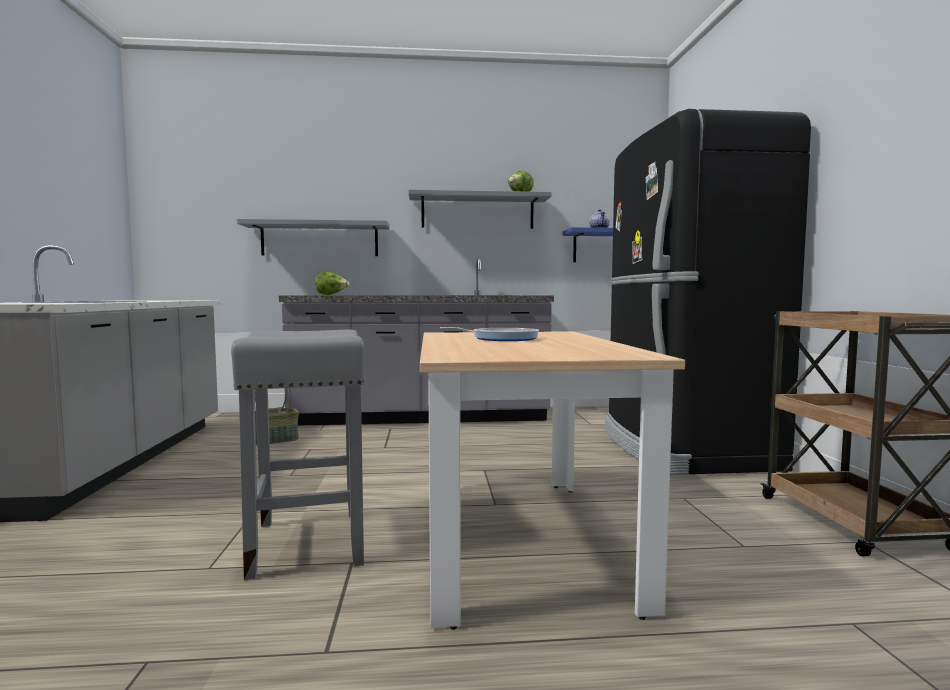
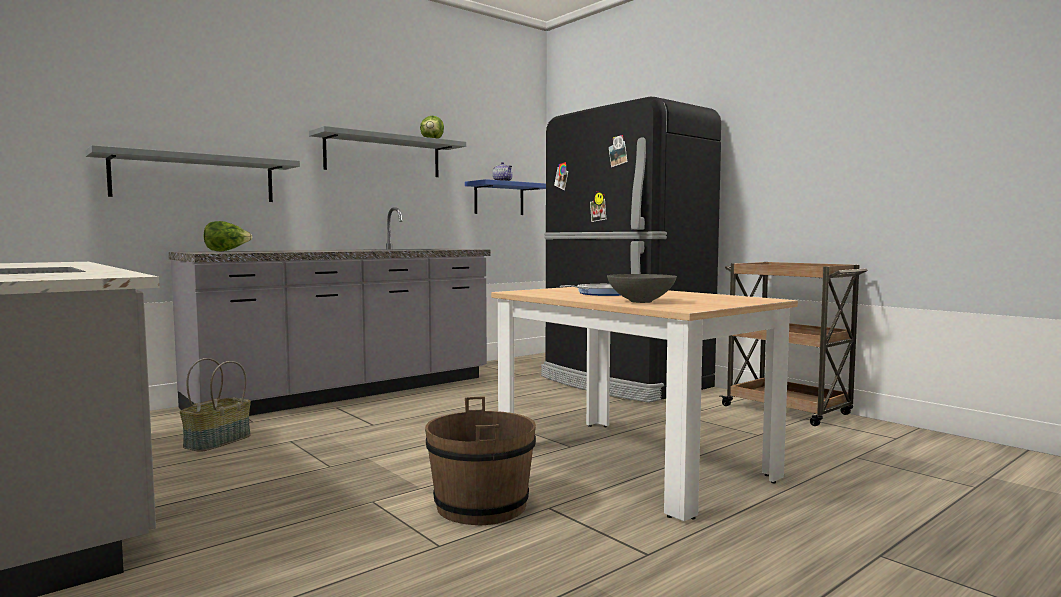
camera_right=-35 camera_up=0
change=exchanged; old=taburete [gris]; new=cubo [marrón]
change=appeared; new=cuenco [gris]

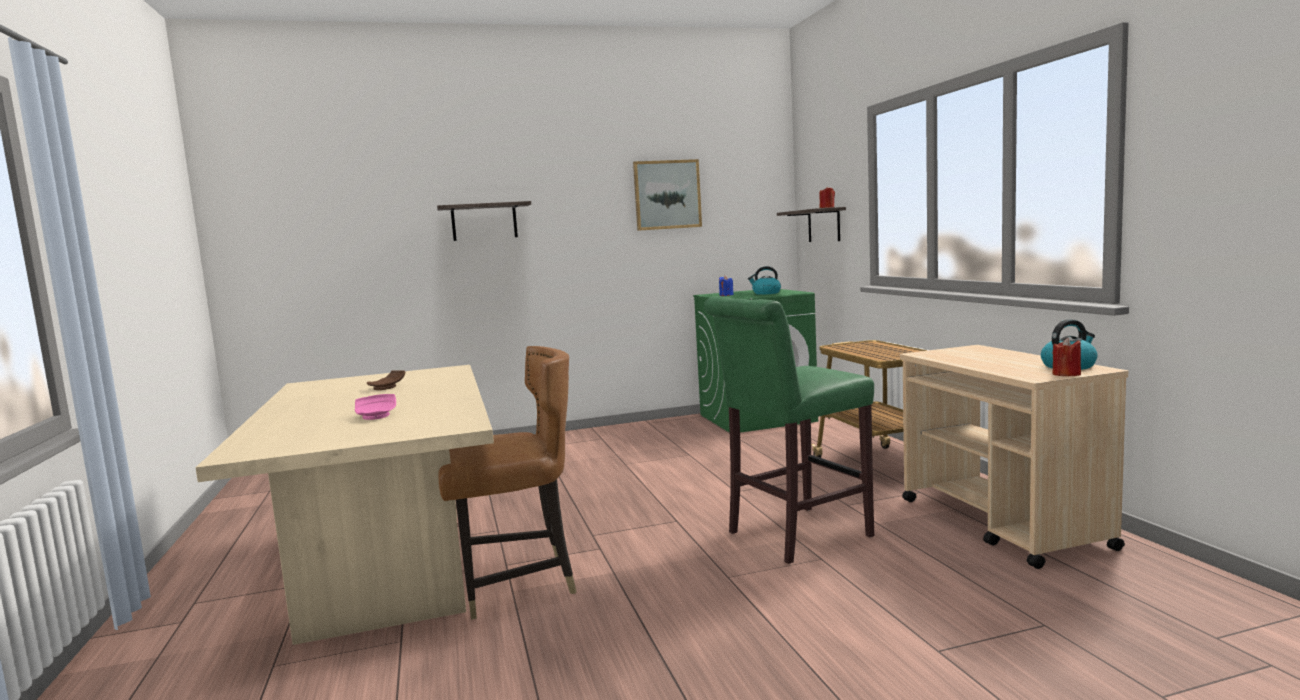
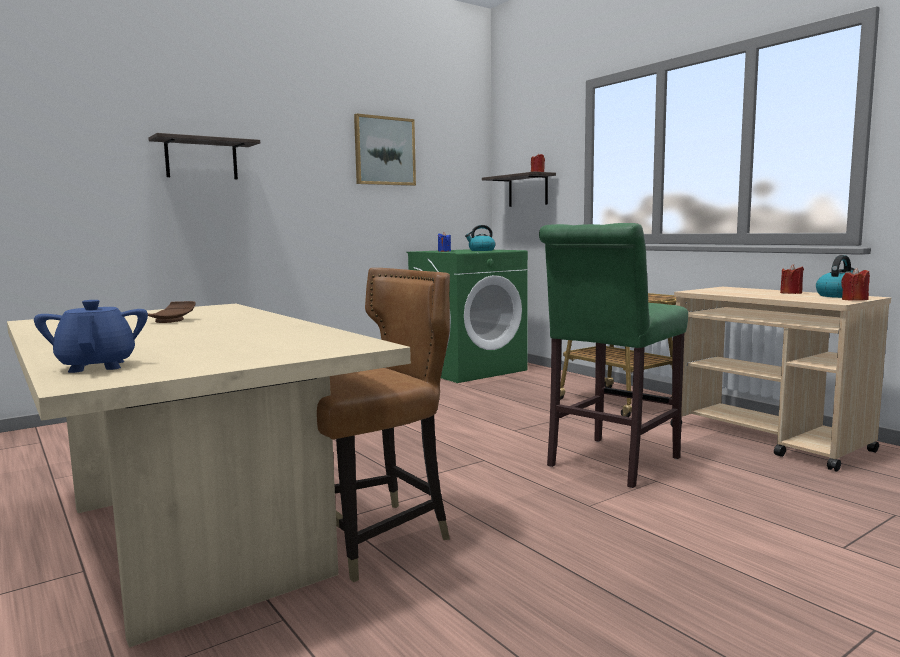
camera_right=-20 camera_up=0
change=missing; old=plato [rosa]
change=appeared; new=tetera [azul]
change=appeared; new=vela [rojo] (no. 2 from left)

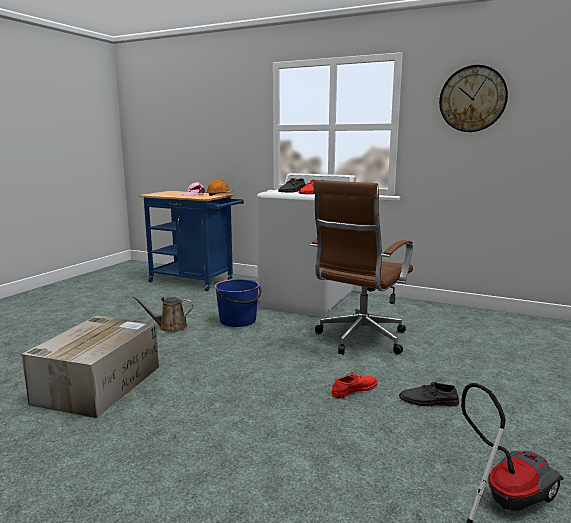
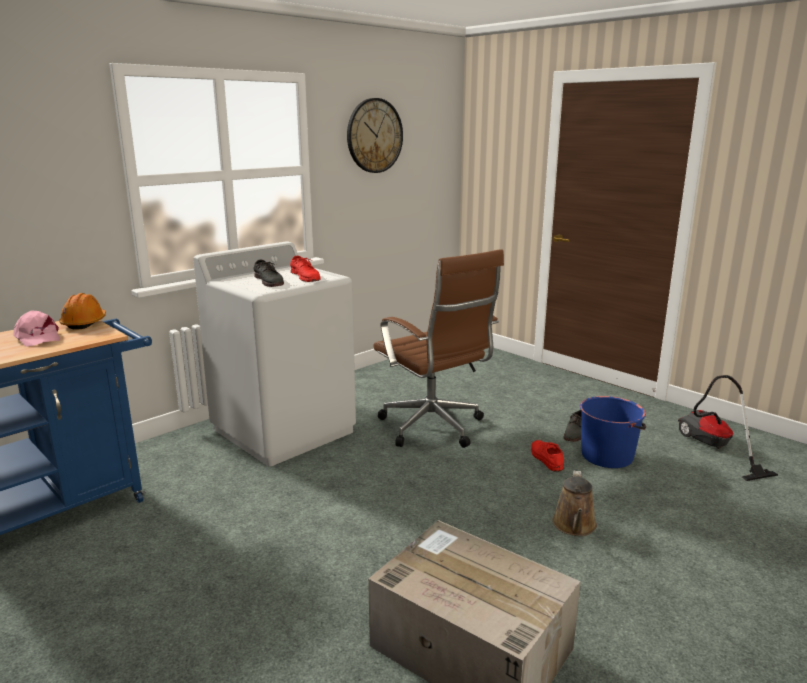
camera_right=-70 camera_up=5
change=relocated; old=regadera [marrón]
change=relocated; old=cubo [azul]

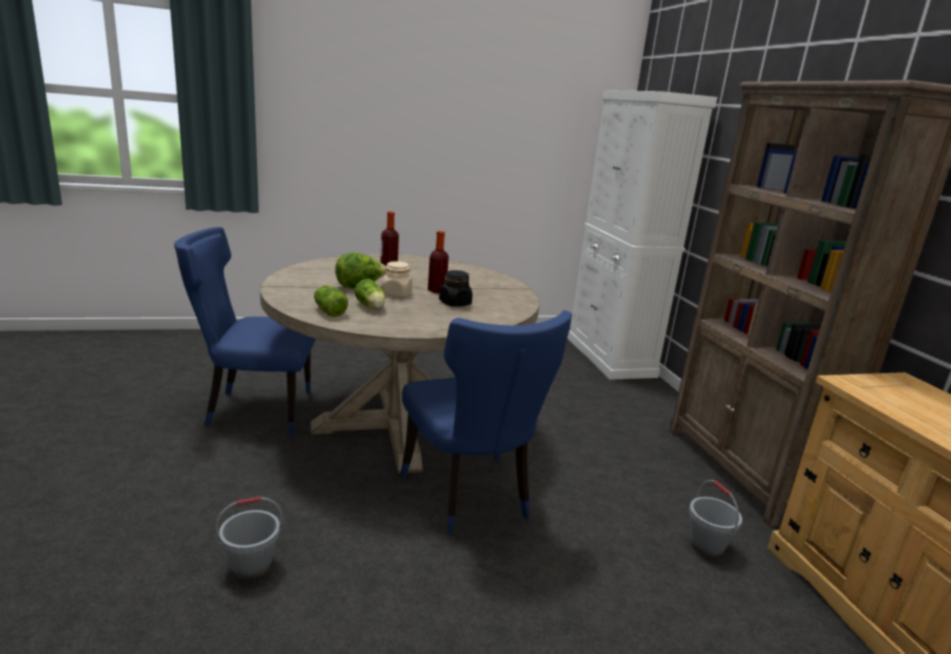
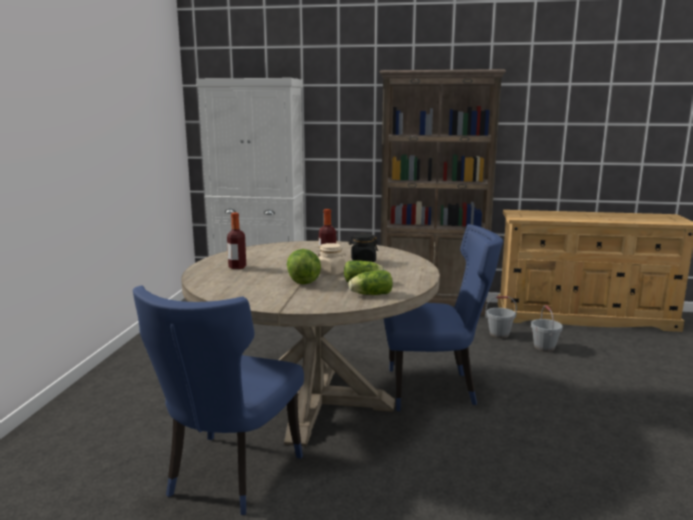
camera_right=-65 camera_up=-5
change=relocated; old=cubo [gris] (no. 1 from left in the first image); new=cubo [gris] (no. 2 from left)

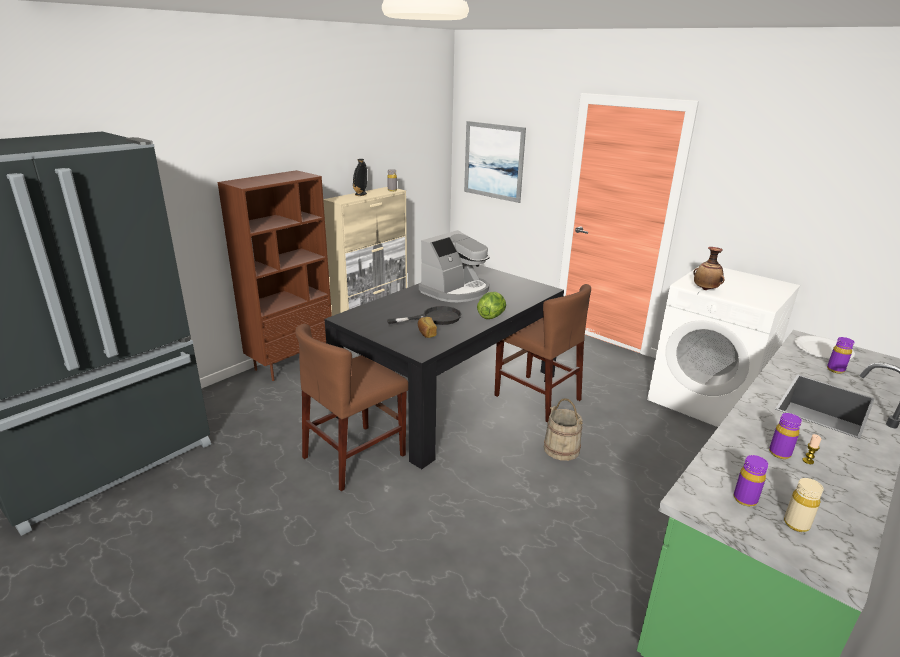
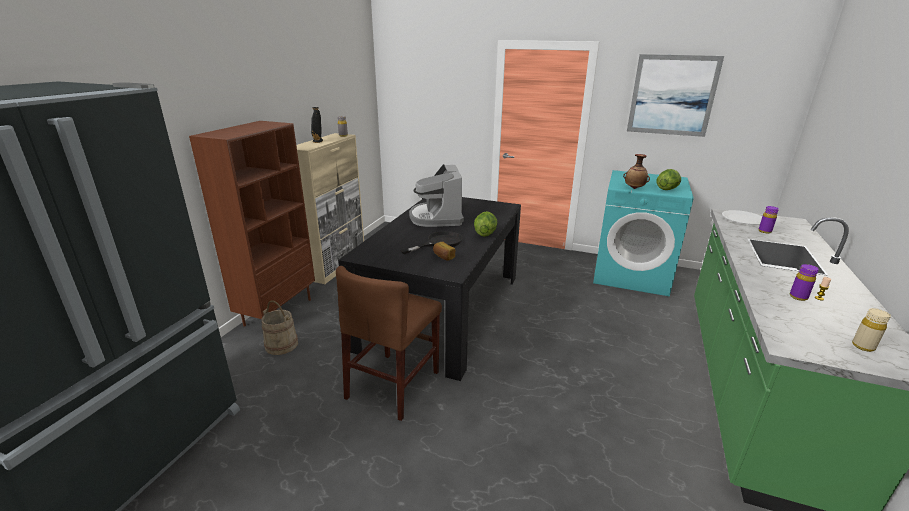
camera_right=-20 camera_up=0
change=spun; old=cafetera; degrees=150
change=relocated; old=cuadro
change=missing; old=silla [marrón] (no. 2 from left)
change=relocated; old=cubo [beis]
change=colour; old=lavadora [blanco]; new=lavadora [turquesa]
change=missing; old=botella [morado] (no. 1 from left)
change=appeared; new=lechuga (no. 2 from left)

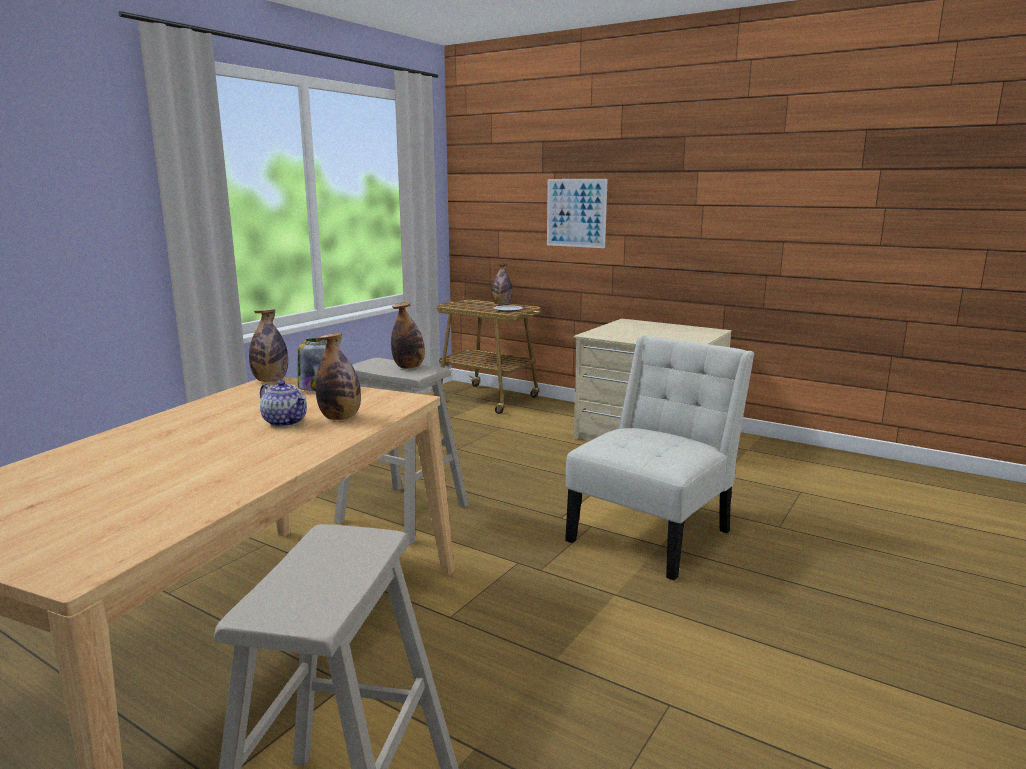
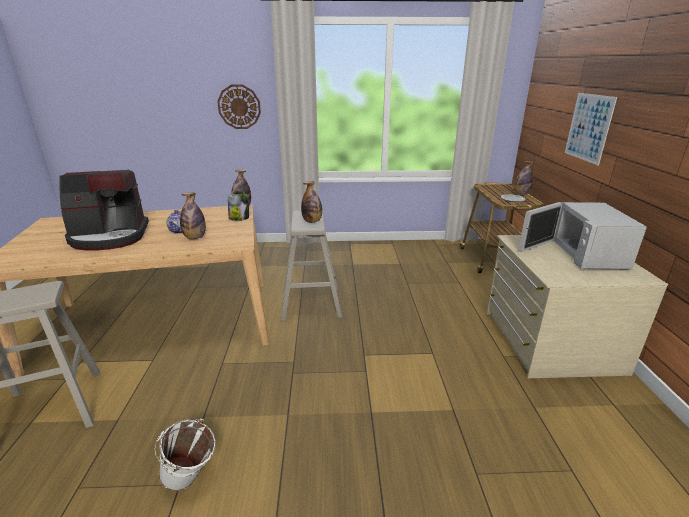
camera_right=55 camera_up=10
change=missing; old=silla [blanco]
change=appeared; new=cafetera
change=appeared; new=cubo [blanco]
change=appeared; new=reloj de pared
change=appeared; new=microondas [blanco]

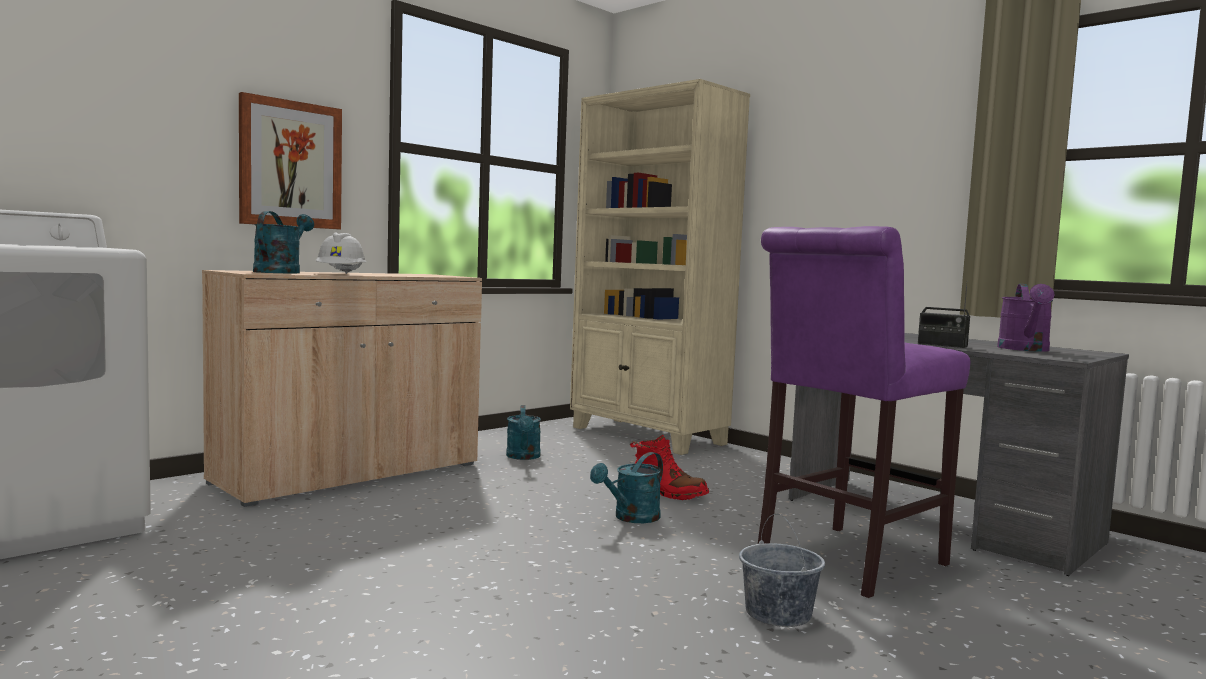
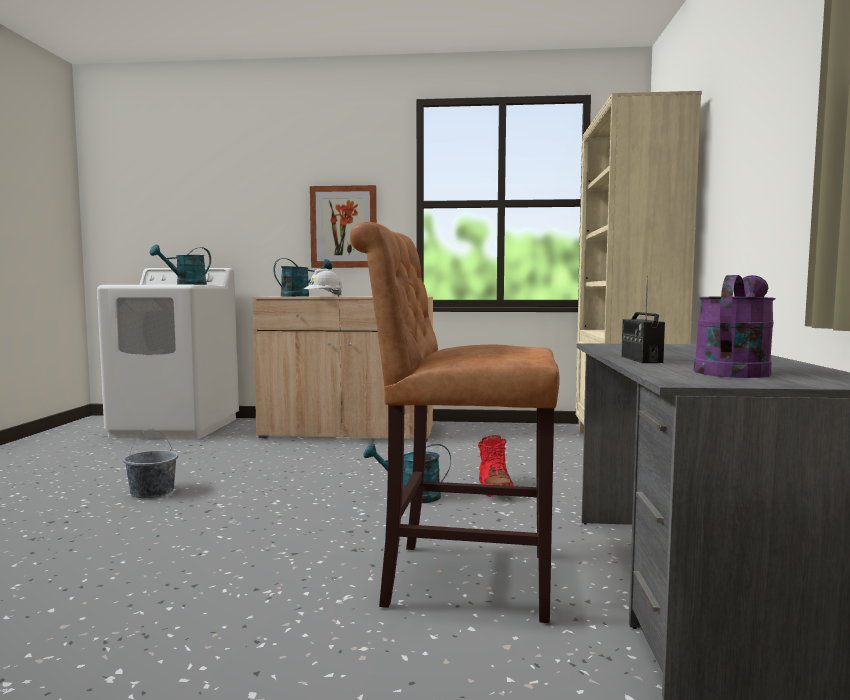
camera_right=50 camera_up=0
change=relocated; old=regadera [turquesa] (no. 2 from left in the first image); new=regadera [turquesa] (no. 1 from left)
change=relocated; old=cubo [gris]
change=colour; old=taburete [morado]; new=taburete [marrón]
change=spun; old=regadera [morado]; degrees=150

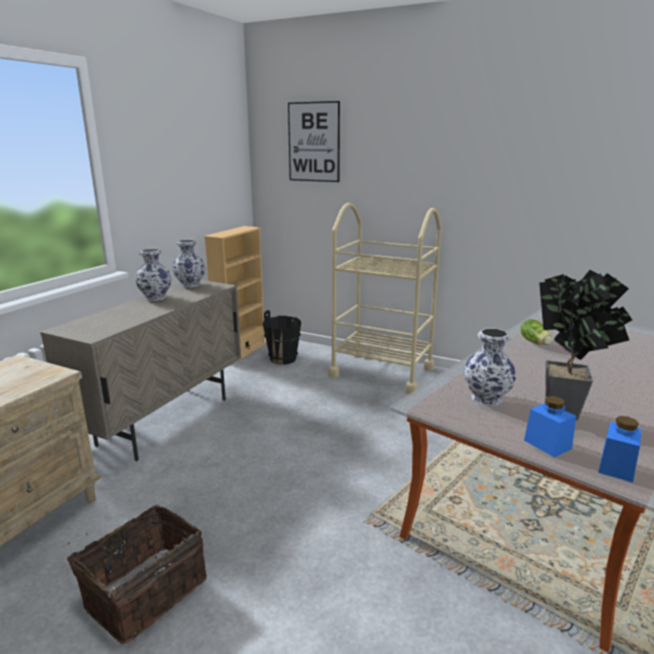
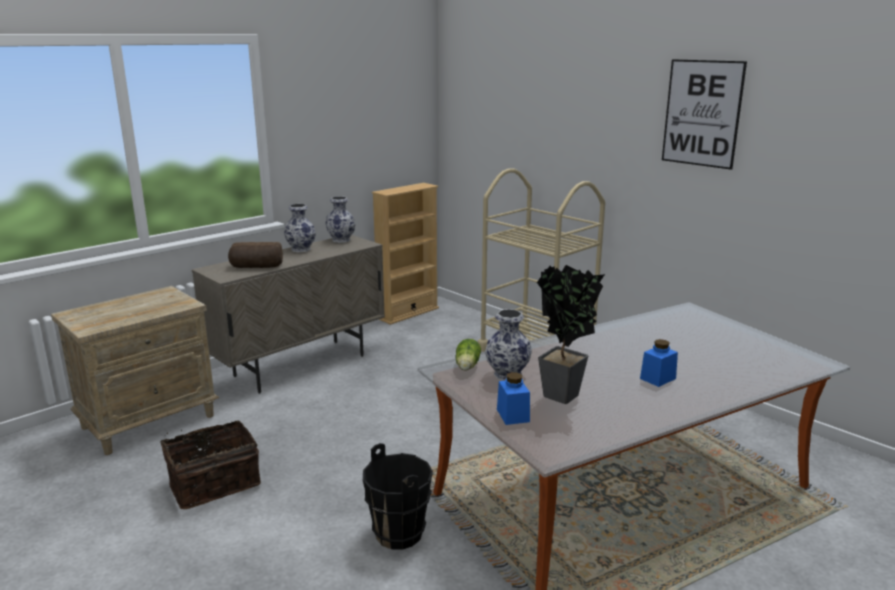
camera_right=20 camera_up=0
change=relocated; old=cubo [negro]
change=relocated; old=cuadro
change=relocated; old=lechuga
change=relocated; old=tarro [azul] (no. 2 from left)
change=appeared; new=pan

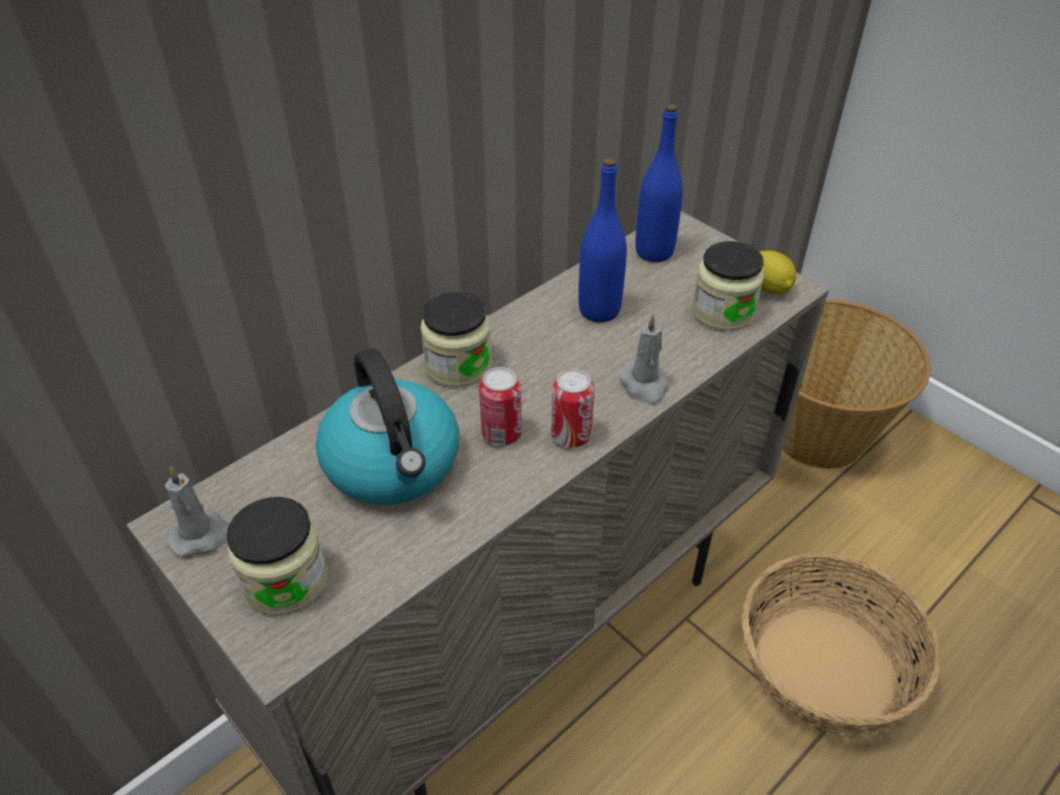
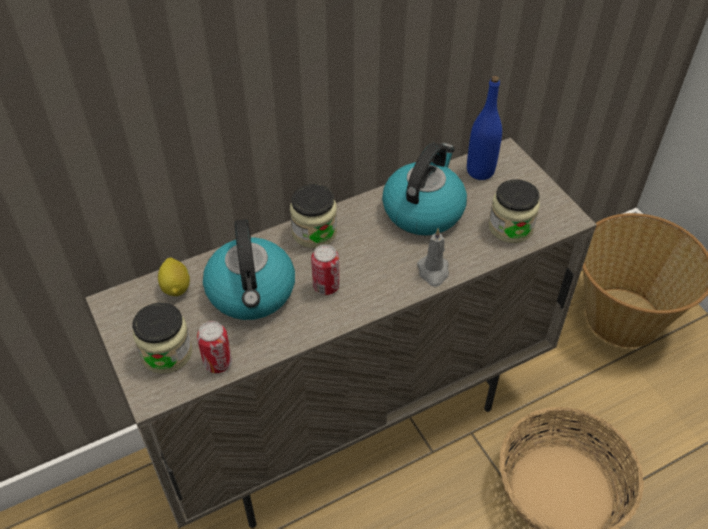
camera_right=15 camera_up=5
change=missing; old=vela [gris] (no. 1 from left)
change=relocated; old=lata (no. 2 from left in the first image); new=lata (no. 1 from left)
change=exchanged; old=botella [azul] (no. 1 from left); new=hervidor (no. 2 from left)
change=relocated; old=limón

